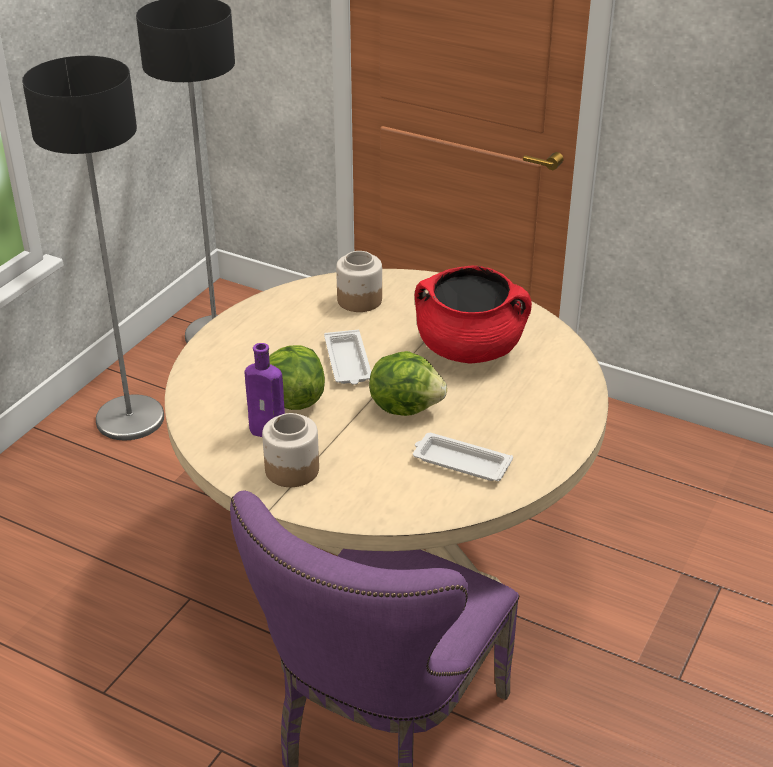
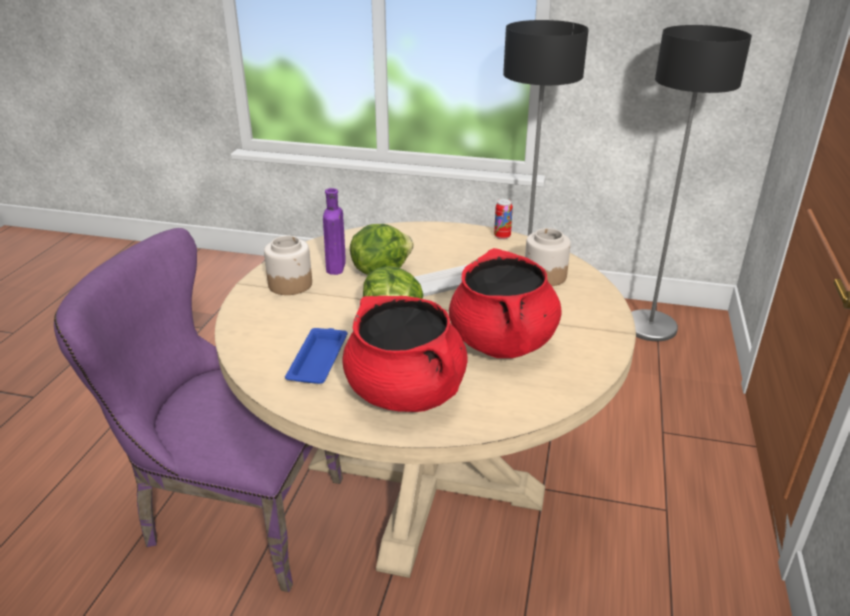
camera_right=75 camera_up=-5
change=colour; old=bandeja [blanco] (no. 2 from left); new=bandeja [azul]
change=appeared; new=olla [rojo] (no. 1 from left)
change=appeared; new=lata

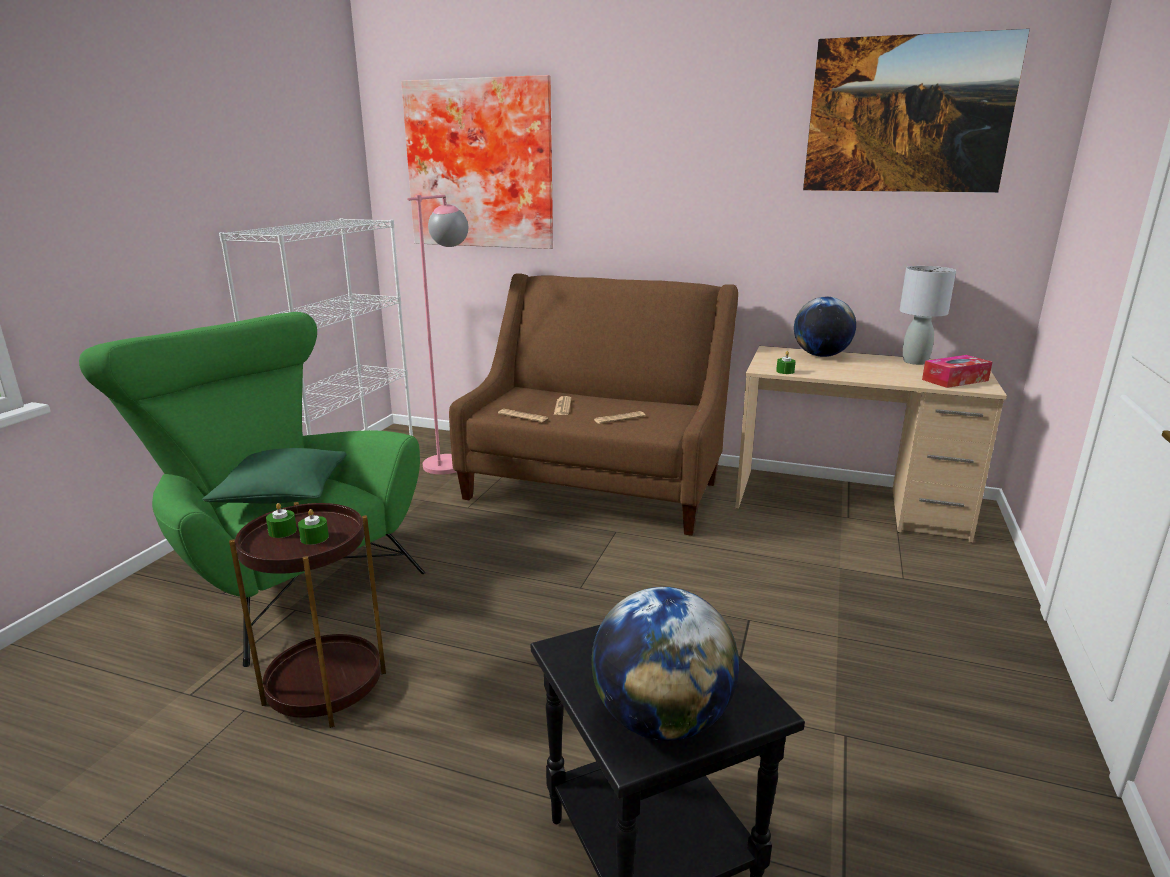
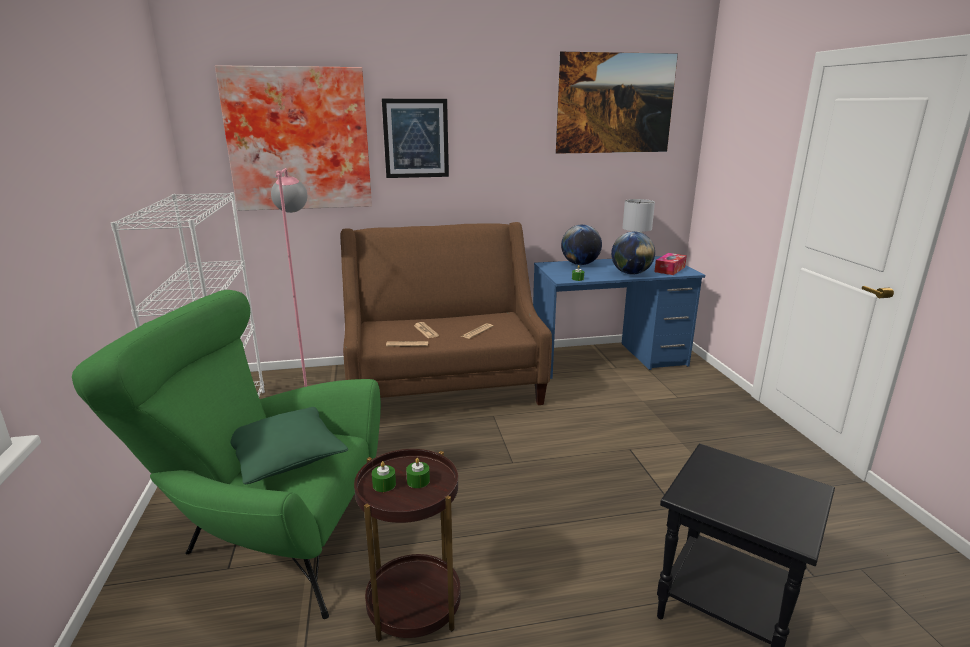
camera_right=-30 camera_up=0
change=relocated; old=globo terráqueo (no. 1 from left in the first image); new=globo terráqueo (no. 2 from left)
change=colour; old=escritorio [beis]; new=escritorio [azul]
change=appeared; new=cuadro (no. 2 from left)

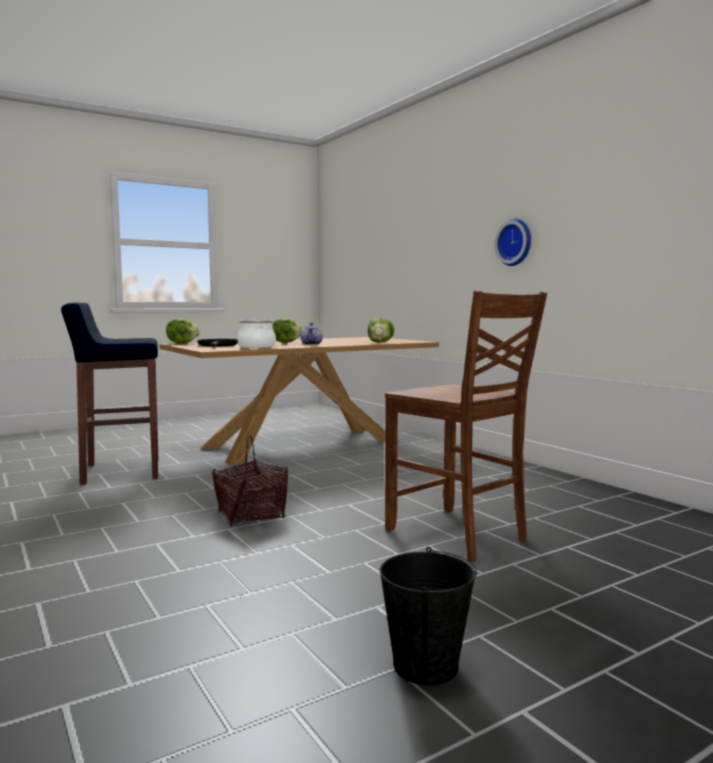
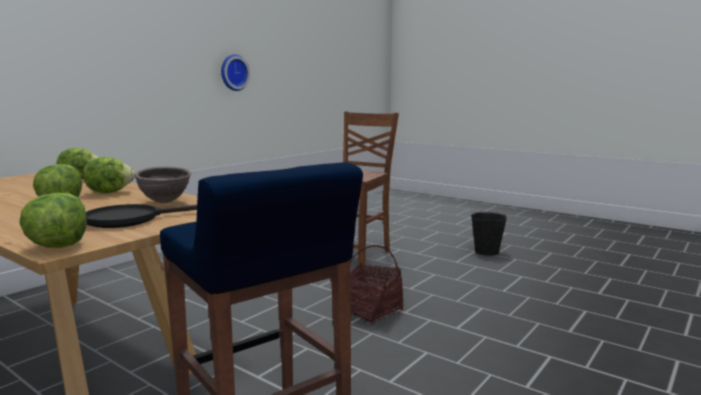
camera_right=-110 camera_up=5
change=exchanged; old=olla; new=cuenco [marrón]
change=exchanged; old=tetera; new=lechuga (no. 4 from left)
change=relocated; old=reloj de pared

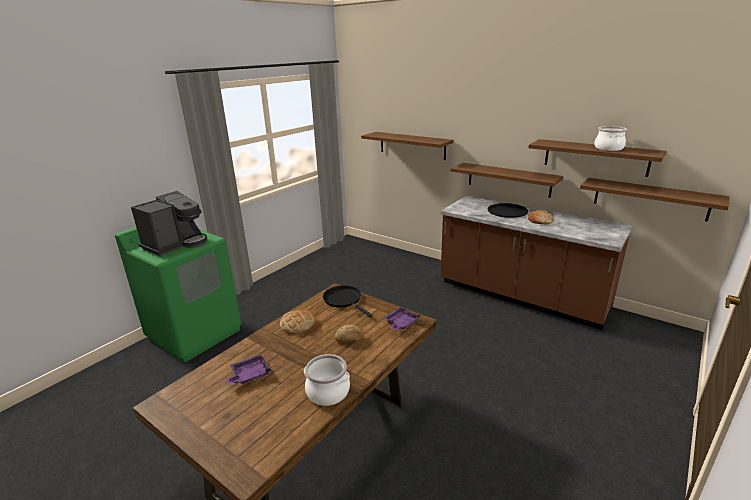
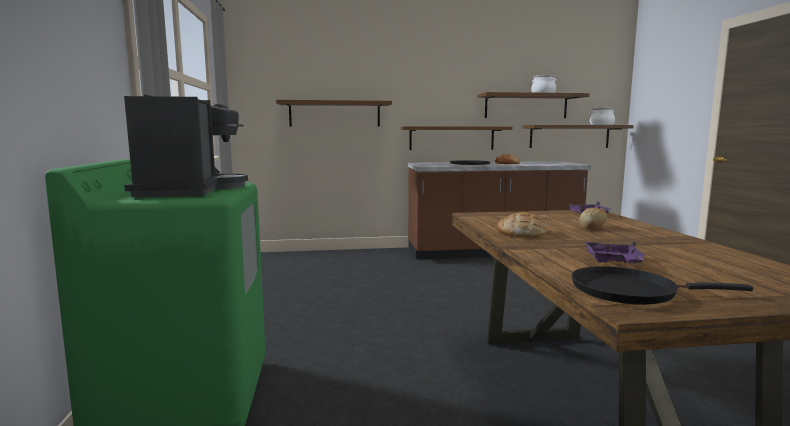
camera_right=-45 camera_up=-15
change=relocated; old=olla (no. 1 from left in the first image); new=olla (no. 2 from left)
change=relocated; old=sartén [negro]

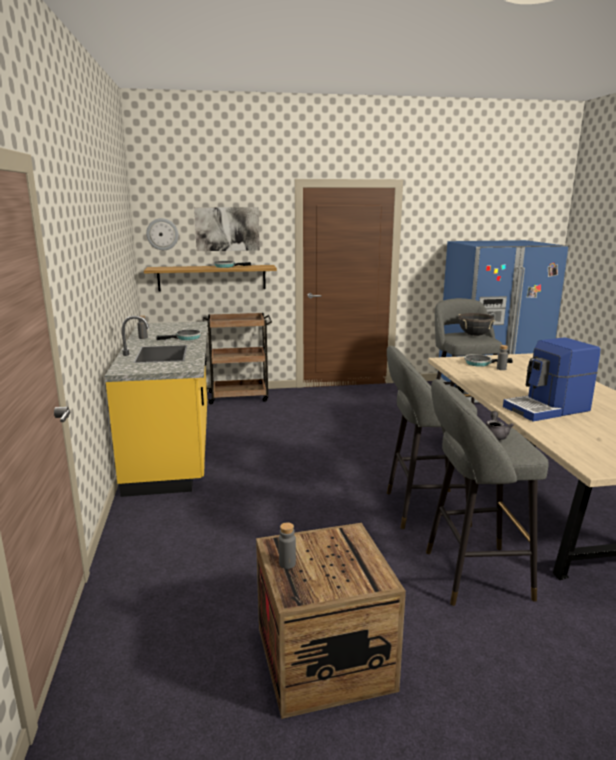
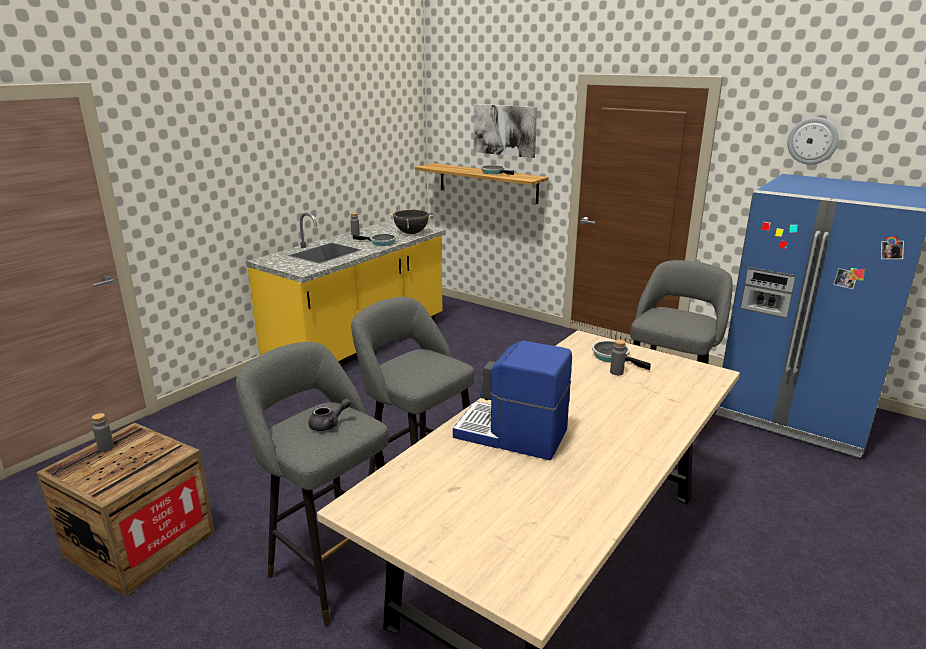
camera_right=45 camera_up=5
change=relocated; old=reloj de pared
change=missing; old=carrito [marrón]
change=relocated; old=olla [negro]

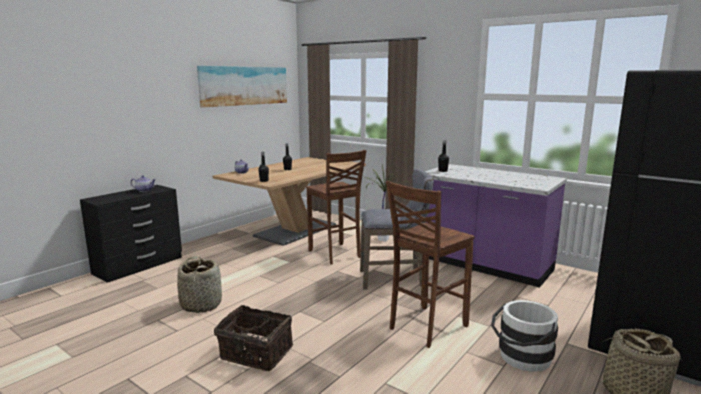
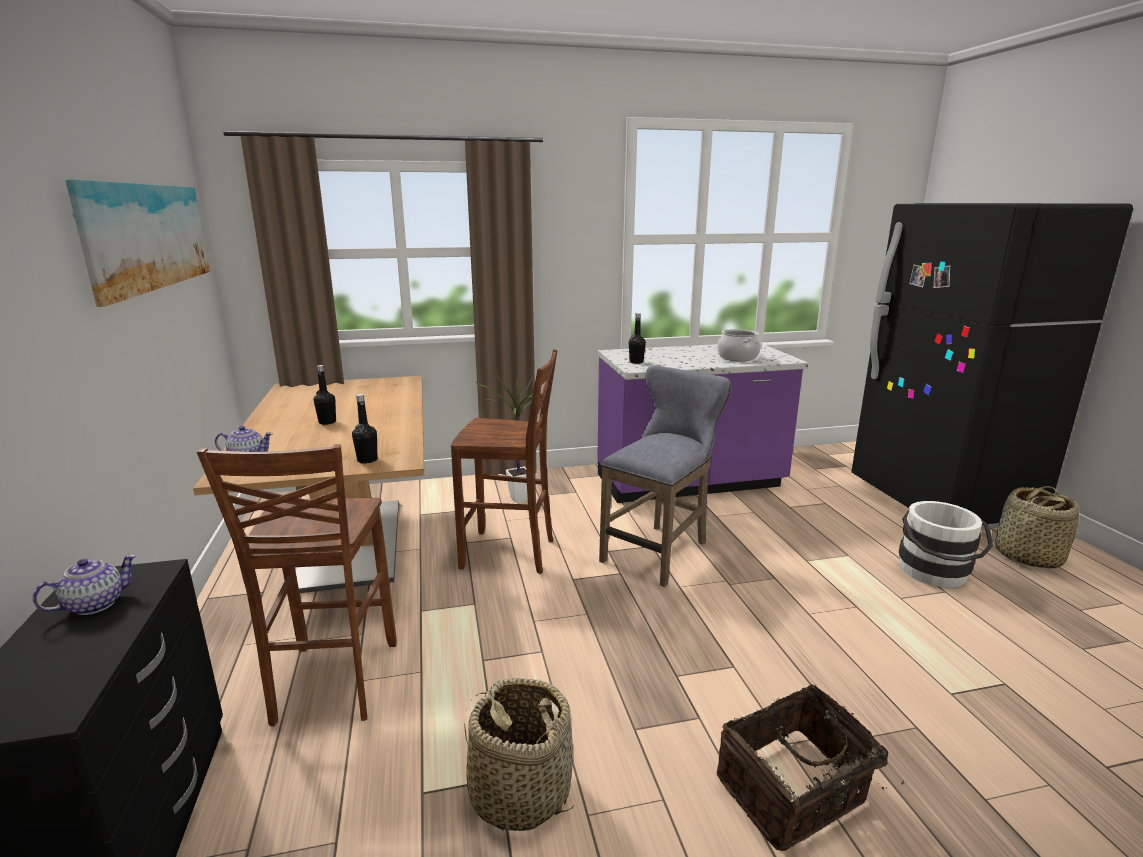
camera_right=-50 camera_up=5
change=relocated; old=taburete [marrón] (no. 2 from left in the first image); new=taburete [marrón] (no. 1 from left)
change=appeared; new=olla

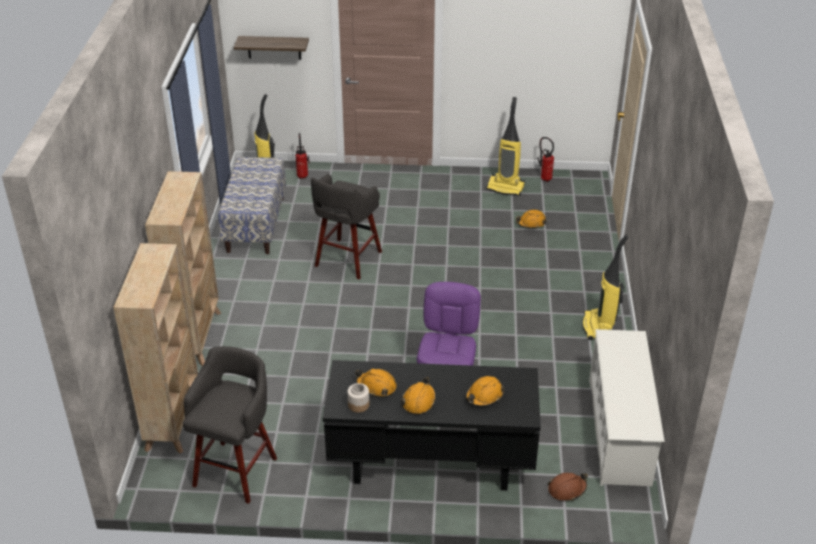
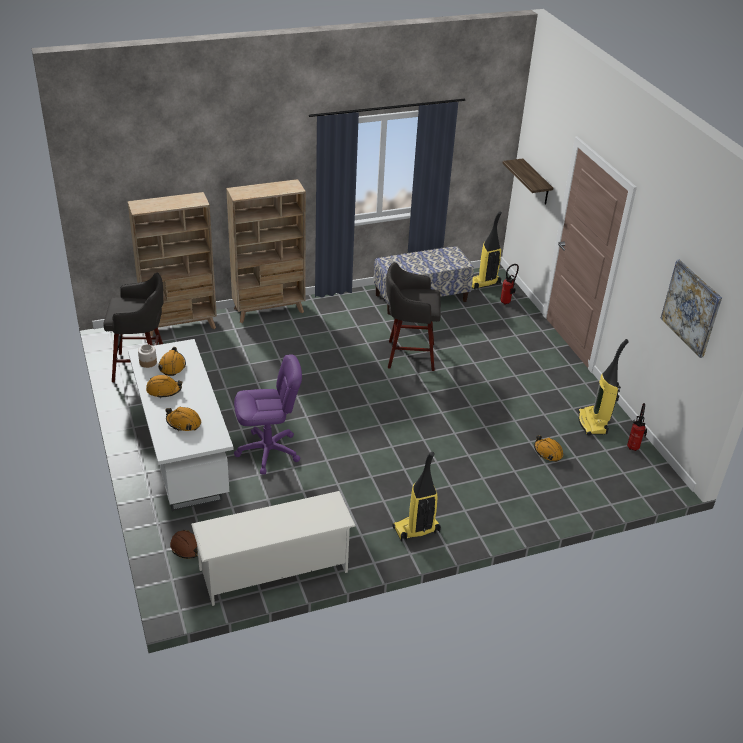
camera_right=65 camera_up=0
change=colour; old=escritorio [negro]; new=escritorio [blanco]
change=appeared; new=cuadro

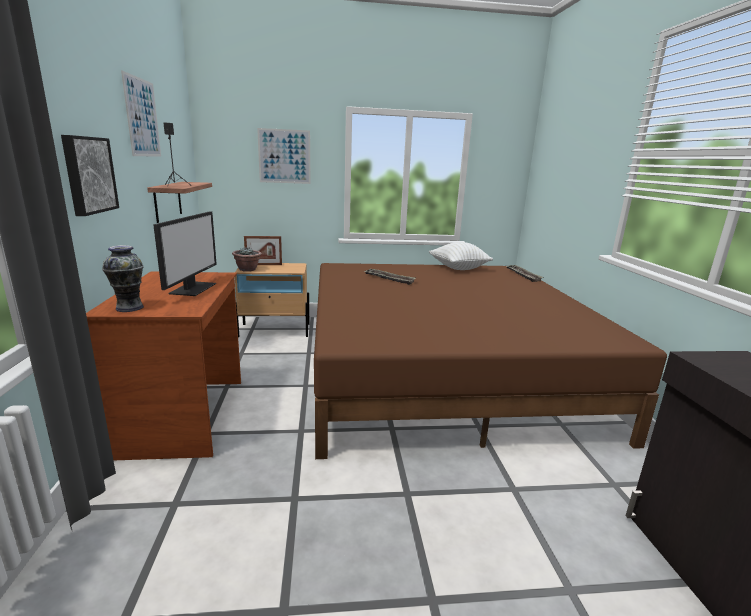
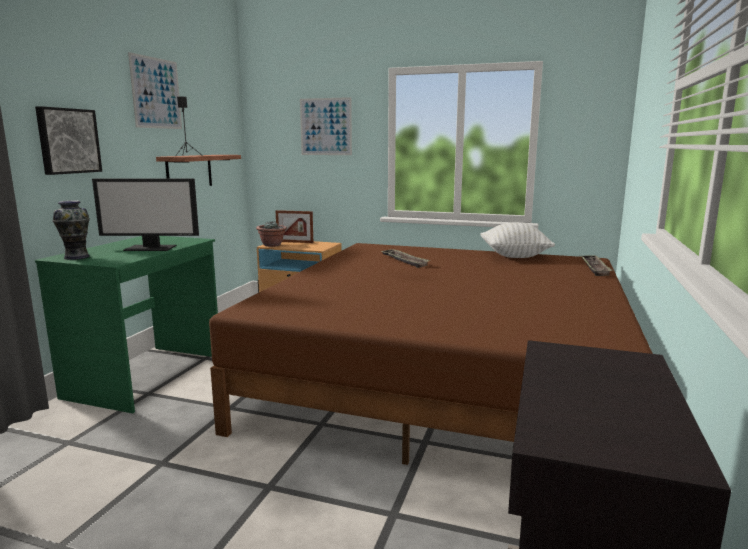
camera_right=25 camera_up=-5
change=colour; old=escritorio [marrón]; new=escritorio [verde]
change=spun; old=monitor; degrees=60

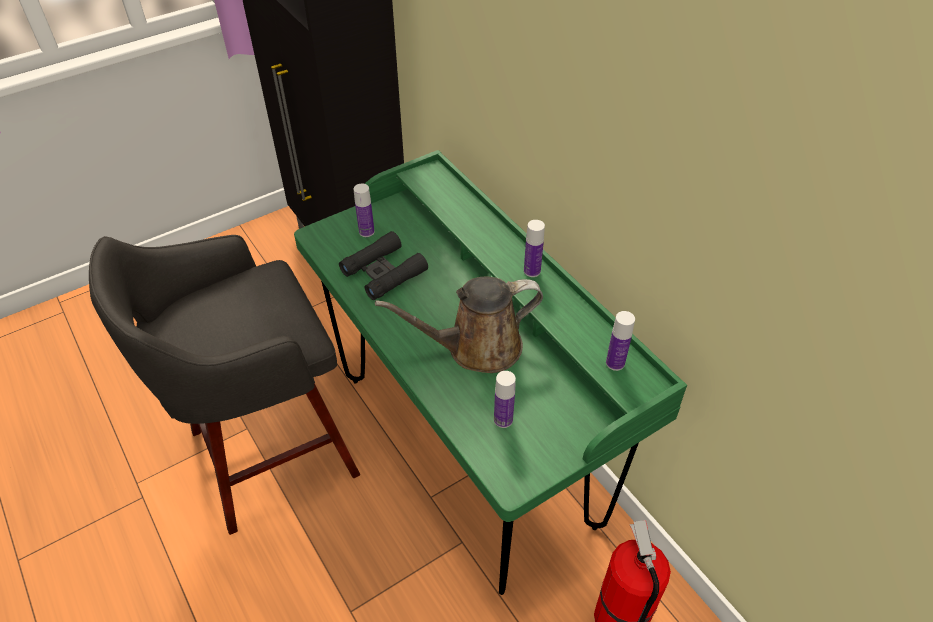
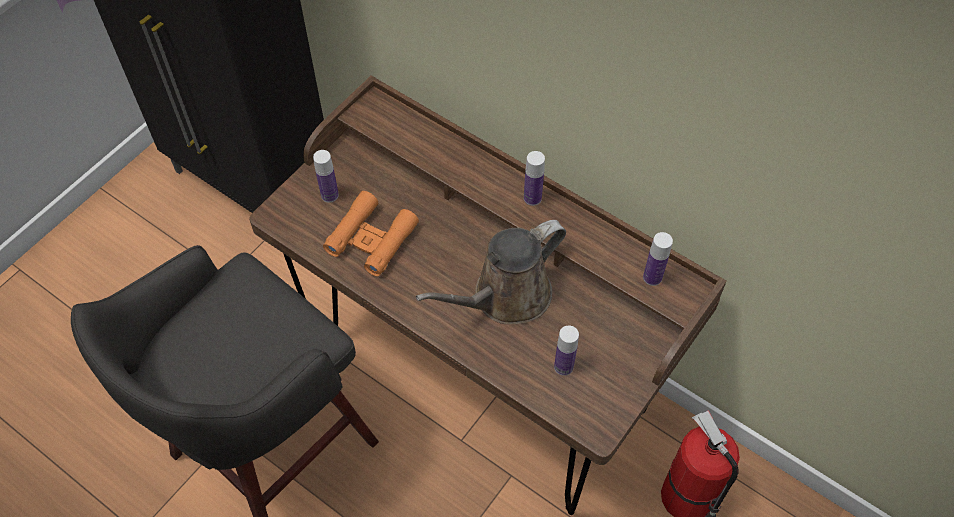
camera_right=-20 camera_up=10
change=colour; old=escritorio [verde]; new=escritorio [marrón]
change=colour; old=prismáticos [negro]; new=prismáticos [naranja]

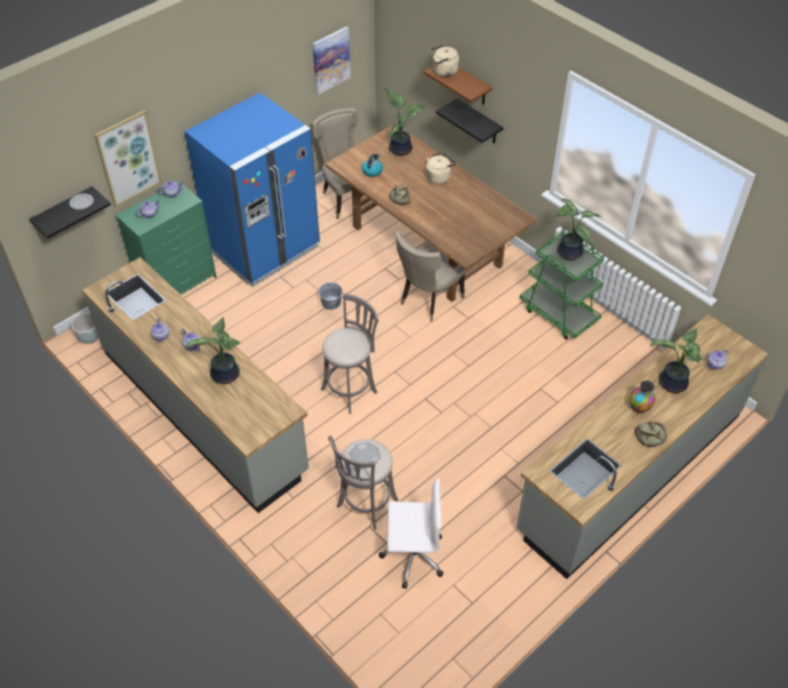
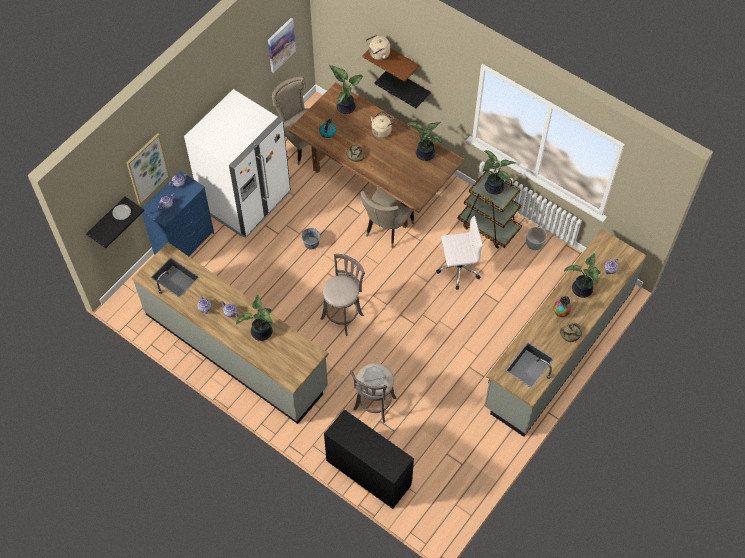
camera_right=-10 camera_up=10
change=relocated; old=maceta [gris]
change=colour; old=cómoda [verde]; new=cómoda [azul]
change=colour; old=nevera [azul]; new=nevera [blanco]
change=relocated; old=silla de oficina [blanco]
change=colour; old=carrito [verde]; new=carrito [marrón]
change=appeared; new=escritorio [negro]
change=appeared; new=planta en maceta (no. 3 from left)

